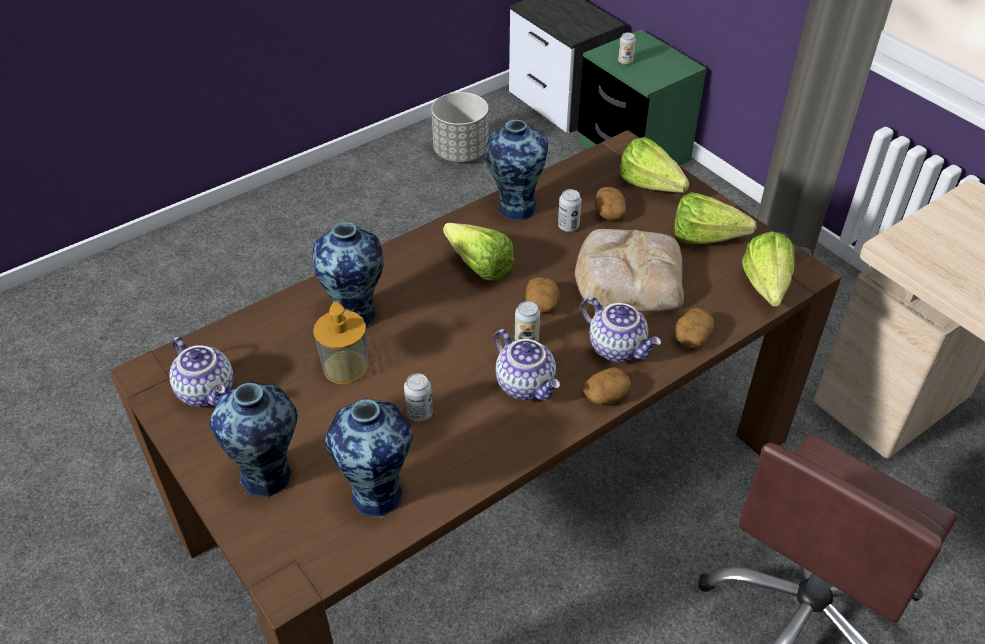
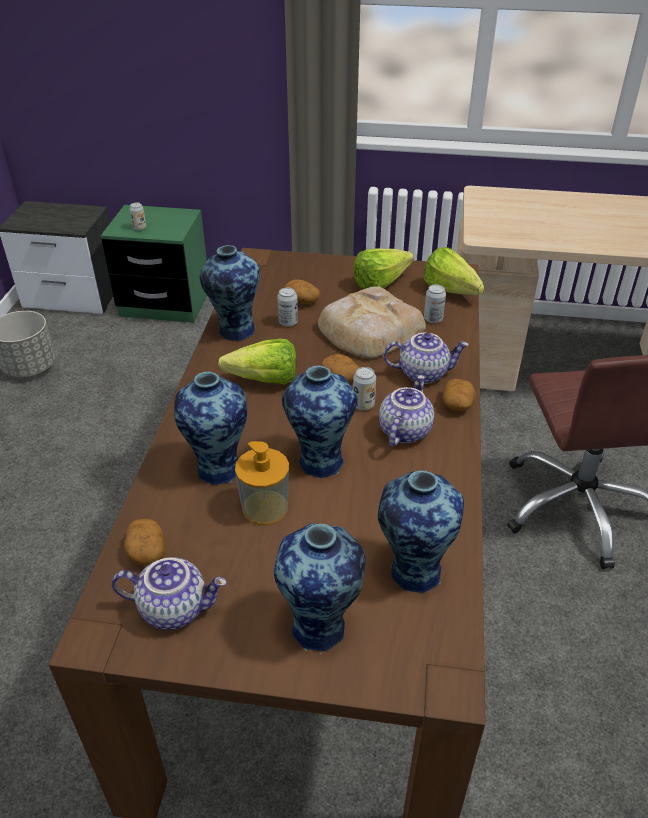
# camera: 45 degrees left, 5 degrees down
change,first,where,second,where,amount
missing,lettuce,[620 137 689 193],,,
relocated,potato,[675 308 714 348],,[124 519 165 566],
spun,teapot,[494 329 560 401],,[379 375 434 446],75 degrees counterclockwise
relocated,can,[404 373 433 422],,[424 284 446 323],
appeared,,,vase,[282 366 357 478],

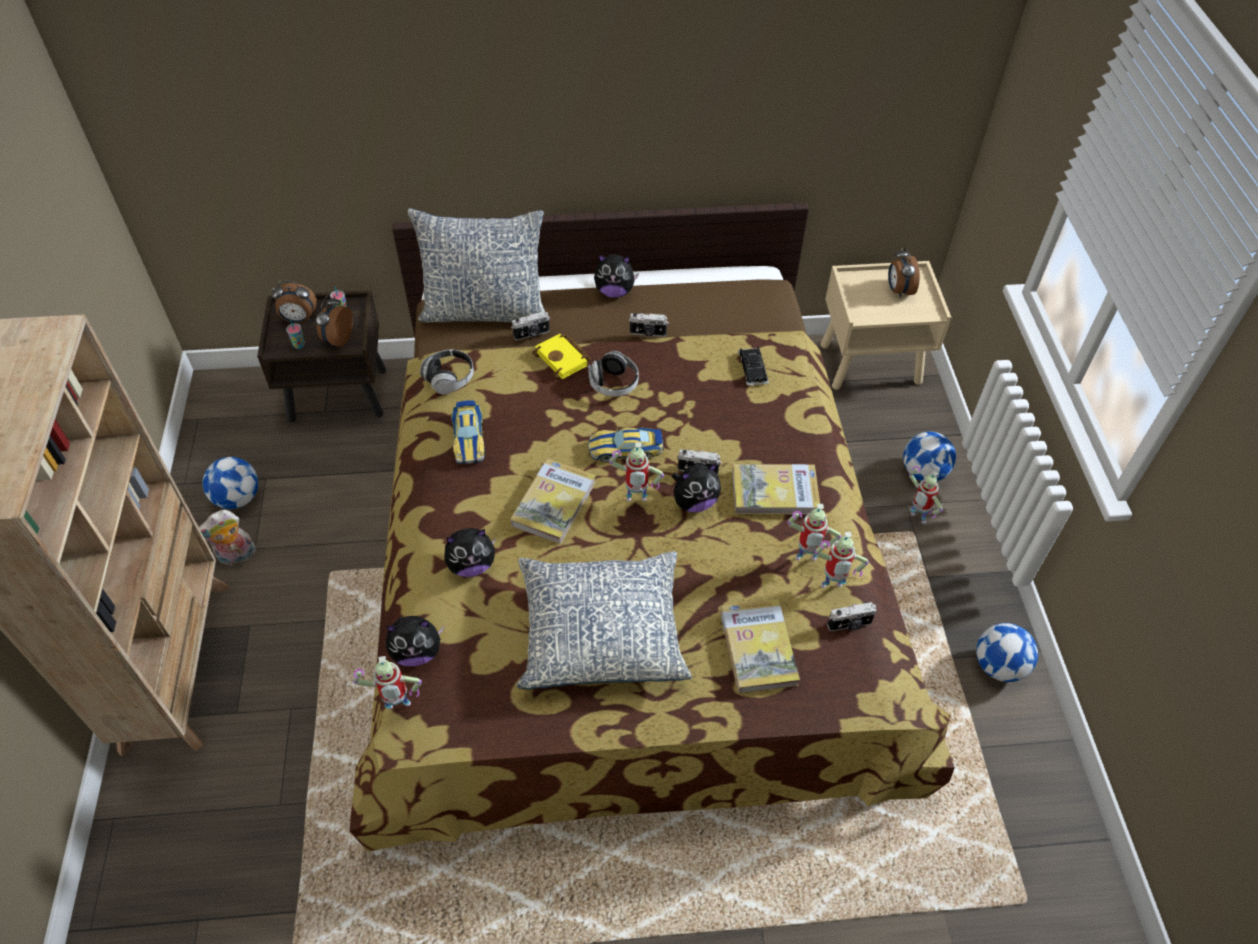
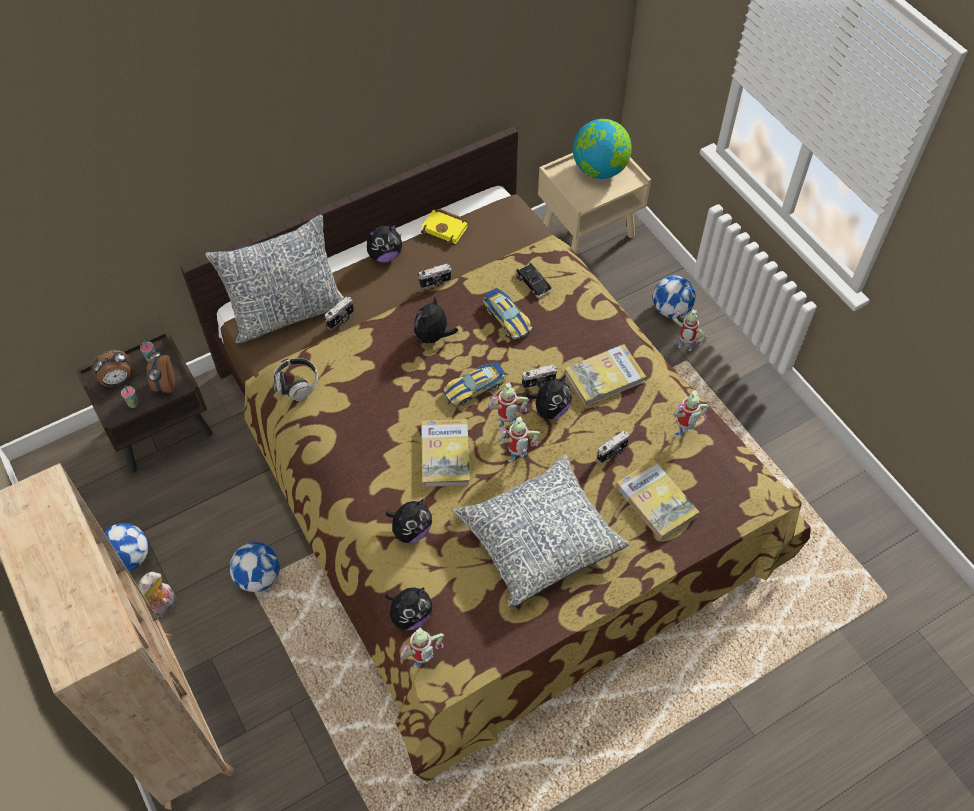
# camera: 25 degrees left, 5 degrees up
change,first,where,second,where,amount
exchanged,alarm_clock,[888 247 920 298],globe,[573 119 632 179],
relocated,yellow_book,[532 334 591 379],,[421 209 468 245],
exchanged,headphones,[588 351 639 396],plush_toy,[414 296 458 348],
relocated,toy_car,[451 401 485 464],,[483 288 532 340],
relocated,toy_robot,[787 504 842 561],,[498 416 540 462],
relocated,photo_camera,[827 602 877 631],,[597 431 629 463],
relocated,football,[976 623 1038 682],,[229 542 280 592],

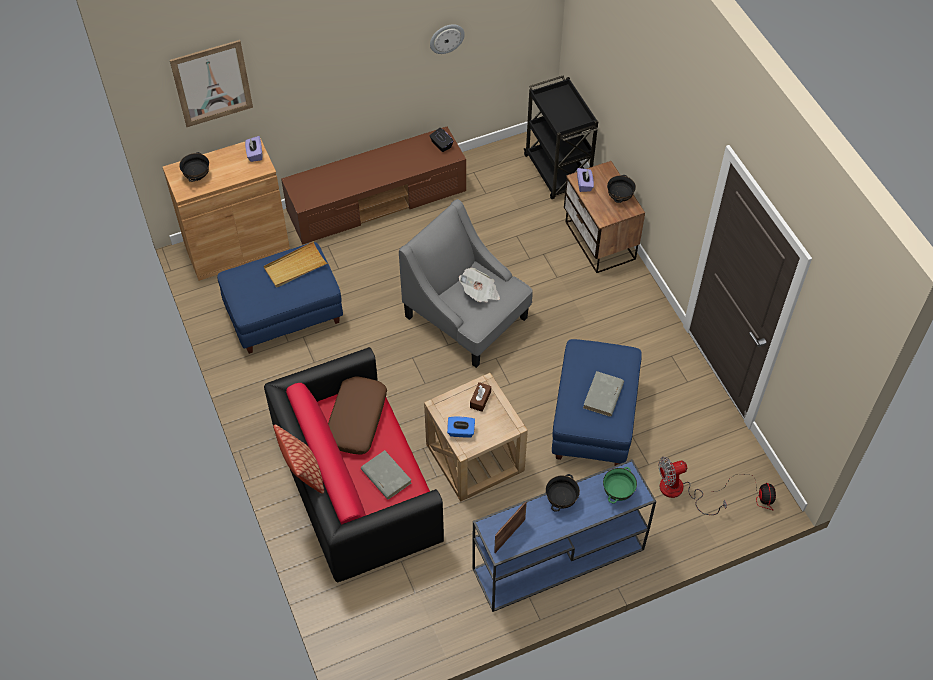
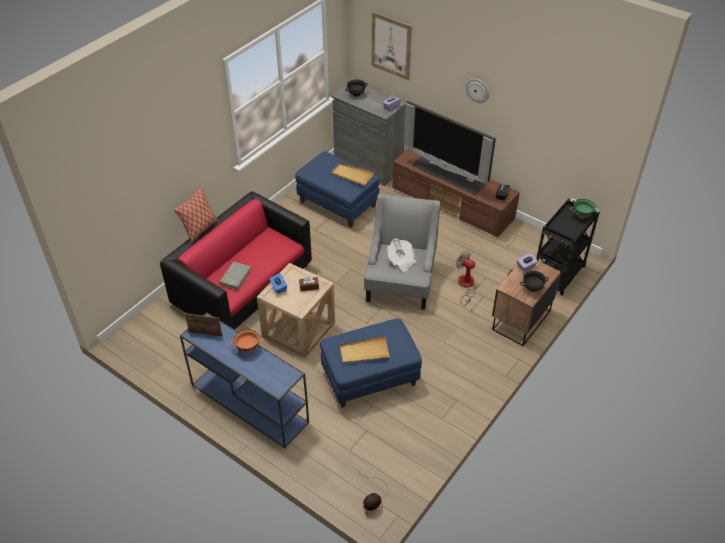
# camera: 60 degrees right, 10 degrees down
change,first,where,second,where,amount
relocated,wall_clock,[430 24 465 54],,[465 78 489 103],
colour,brown_cabinet,[163 138 290 281],grey_cabinet,[332 86 406 186],
exchanged,grey_book,[583 371 624 417],beige_tray,[339 336 390 364],
missing,brown_pillow,[328 377 387 455],,,
relocated,fan,[659 457 727 515],,[456 251 476 307],
relocated,green_bowl,[603 467 637 503],,[570 199 598 219],
colour,black_bowl,[546 474 580 512],orange_bowl,[230 329 264 353],
appeared,,,television,[404 101 496 195],

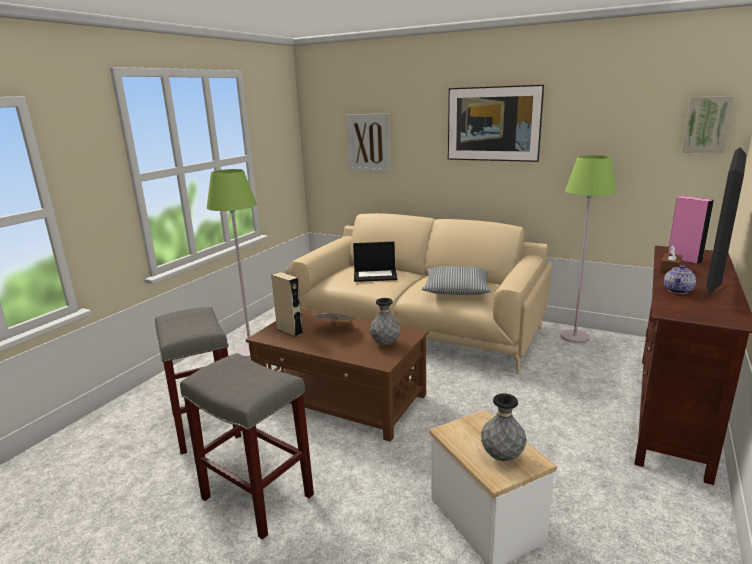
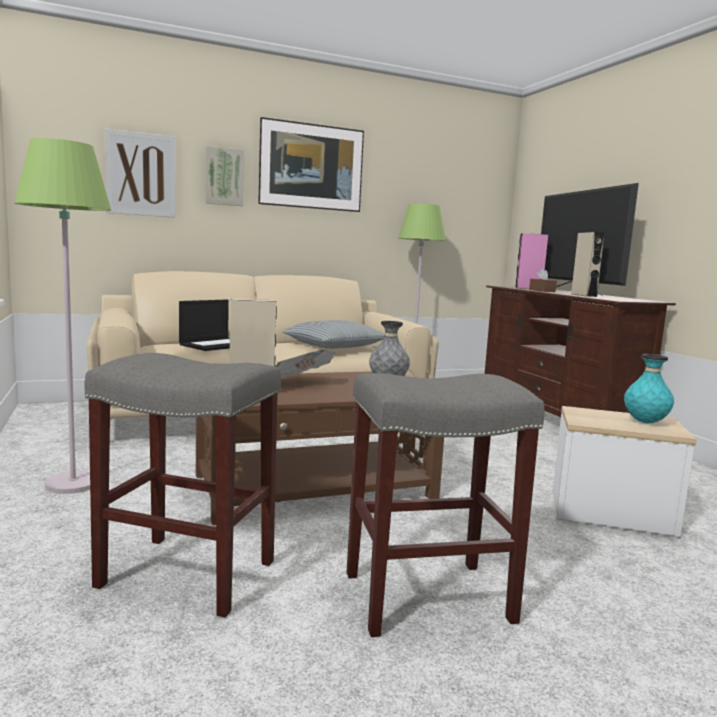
# camera: 50 degrees left, 10 degrees down
change,first,where,second,where,amount
relocated,picture,[681 96 734 153],,[206 146 244 206],
exchanged,teapot,[664 265 696 294],beige_speaker,[571 232 605 297],
colour,grey_vase,[481 393 527 461],turquoise_vase,[624 354 674 423],

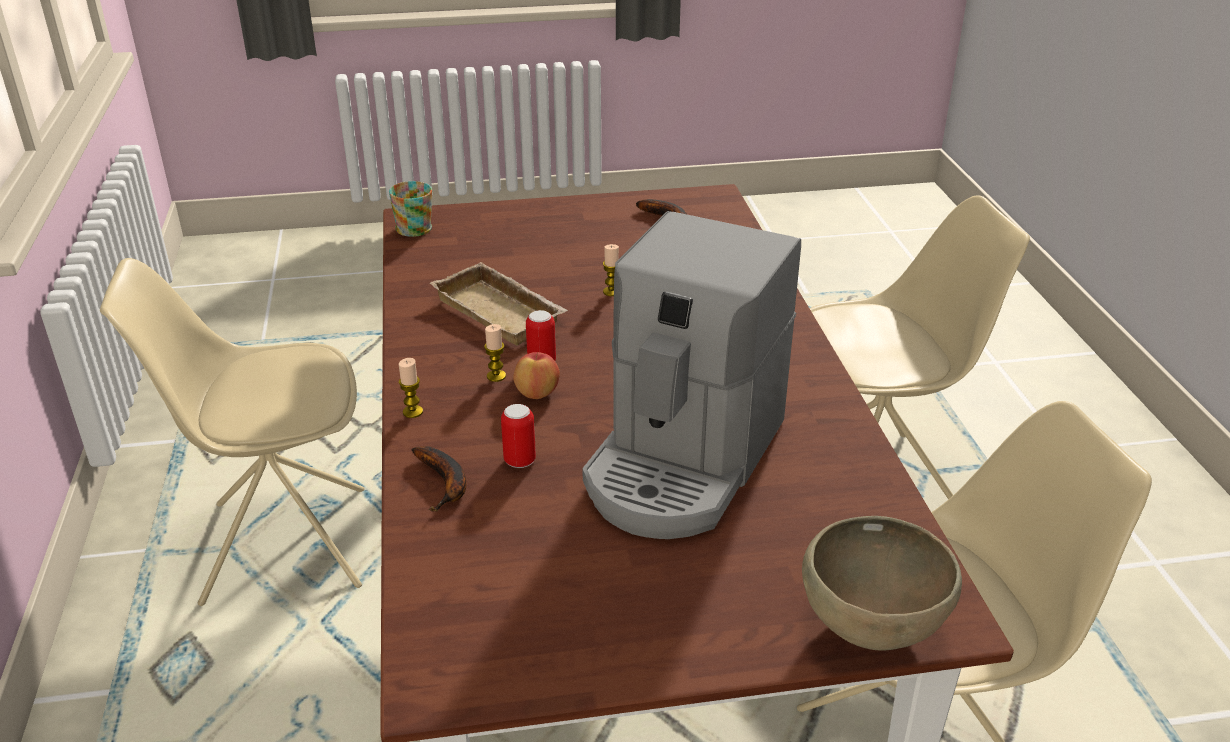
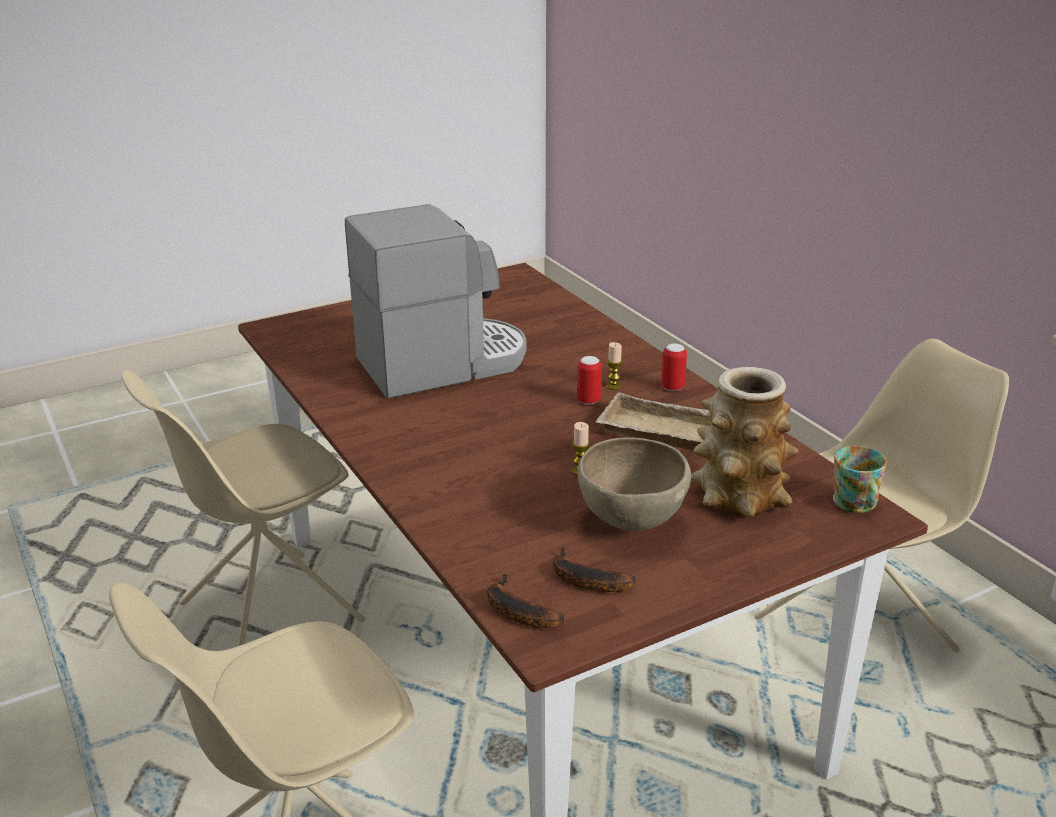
# camera: 160 degrees right, 5 degrees down
change,first,where,second,where,amount
spun,coffee_machine,[582 211 801 539],,[345 204 526 398],60 degrees clockwise
missing,apple,[513 352 560 399],,,
missing,candle,[399 358 423 418],,,
relocated,can,[501 404 536 468],,[661 344 687 391],
relocated,banana,[412 446 466 512],,[487 573 564 628],
relocated,brown_bowl,[802 516 962 651],,[577 437 691 531],
appeared,,,vase,[691 367 799 517],

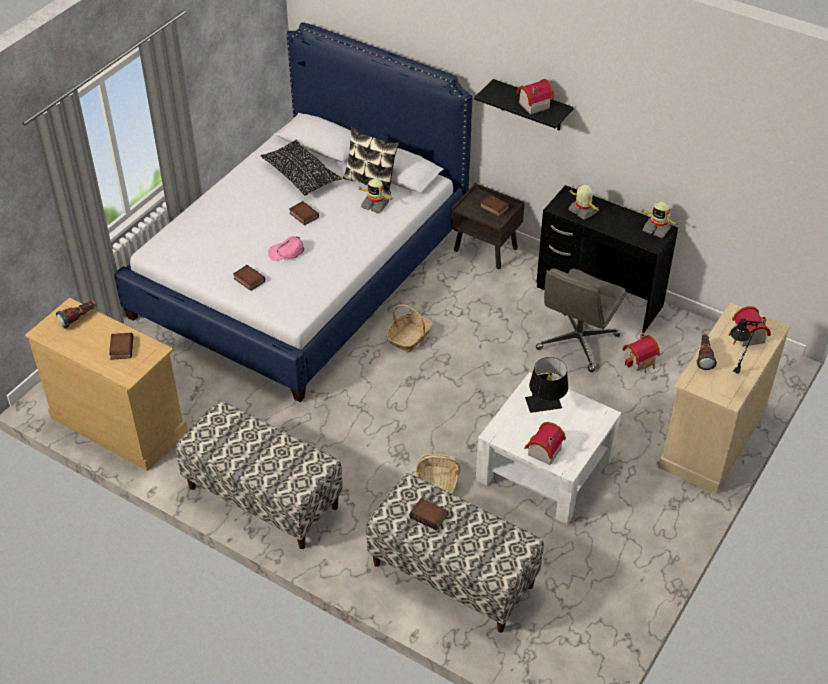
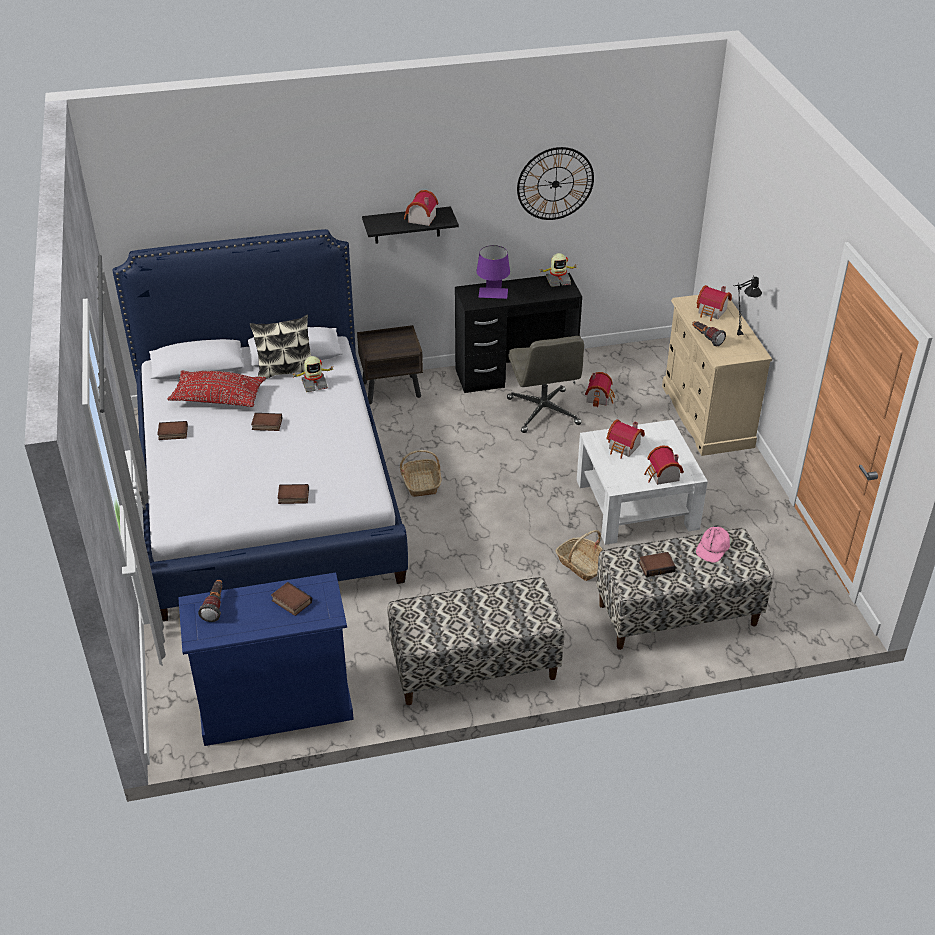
# camera: 45 degrees left, 5 degrees down
change,first,where,second,where,amount
colour,black_pillow,[260 140 342 196],red_pillow,[167 370 266 407],
exchanged,toy_robot,[568 184 599 220],purple_table_lamp,[477 245 510 299],
relocated,book,[480 194 510 217],,[157 421 188 440],
relocated,pink_cap,[268 236 304 261],,[696 525 730 563],
colour,beige_dresser,[25 298 188 471],blue_dresser,[178 572 354 746],
exchanged,black_table_lamp,[525 357 568 413],toy_house,[606 419 645 459],
appeared,,,wall_clock,[517 147 594 220],

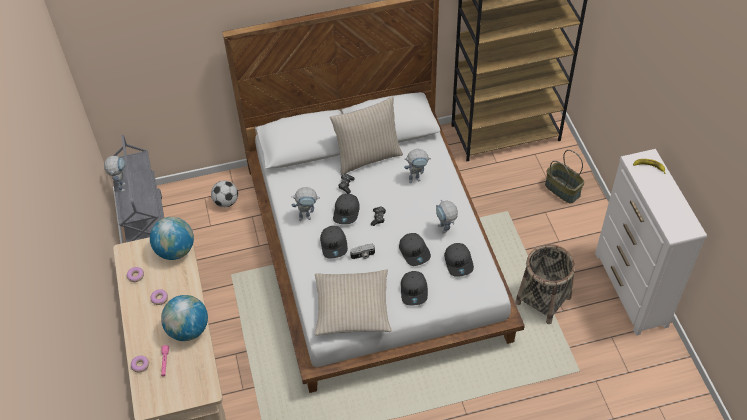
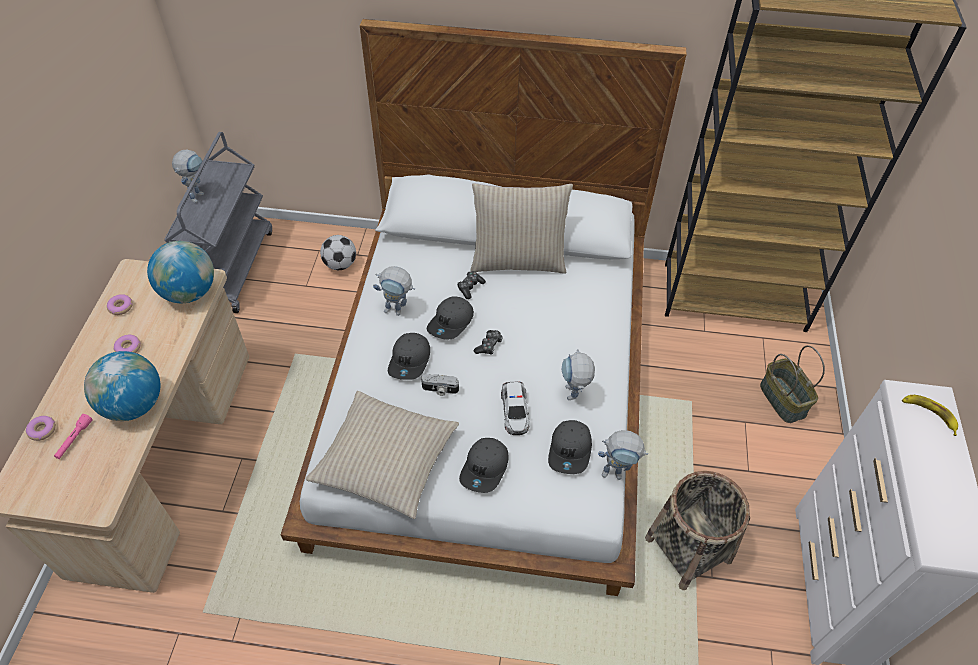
# camera: 20 degrees right, 0 degrees up
change,first,where,second,where,amount
relocated,toy_robot,[404 149 431 183],,[598 430 648 480],
exchanged,grey_cap,[399 233 431 266],toy_car,[501 382 530 435],

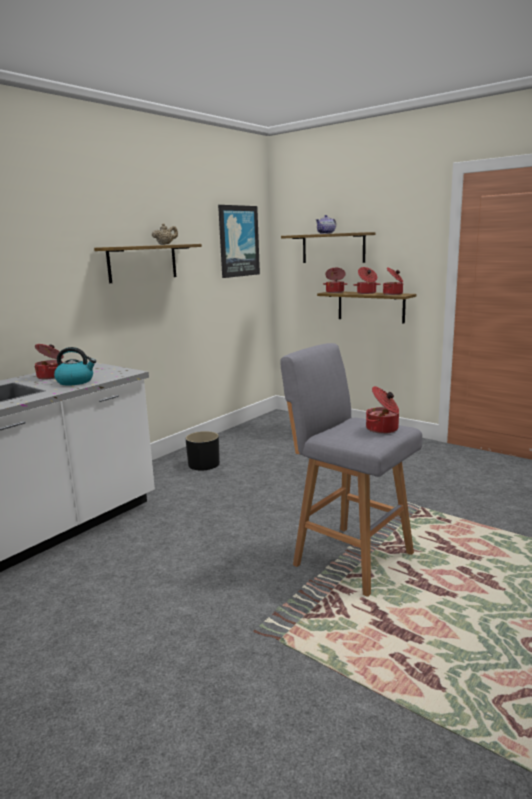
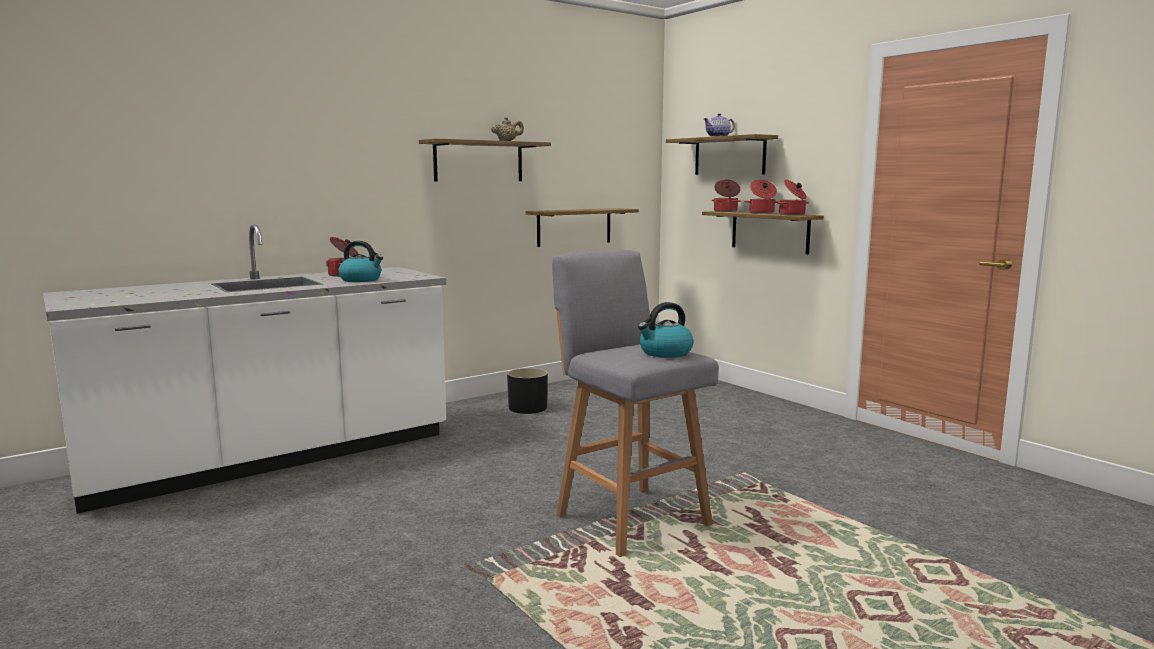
# camera: 15 degrees right, 5 degrees down
change,first,where,second,where,amount
missing,picture,[218 205 260 278],,,
exchanged,cooking_pot,[366 386 399 434],kettle,[638 302 694 358],
appeared,,,shelf,[525 208 639 247],

